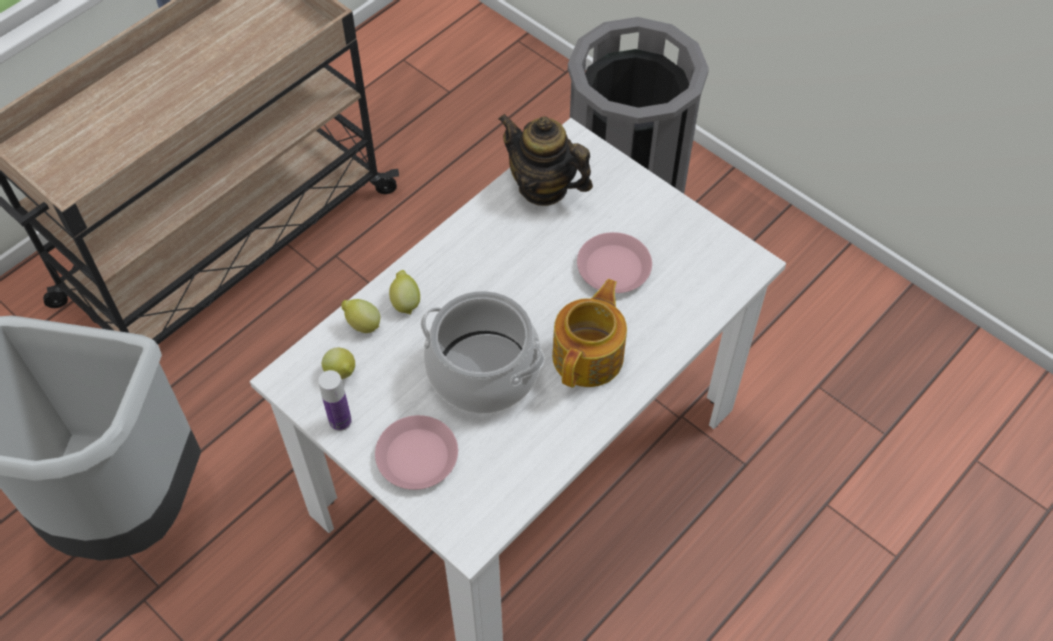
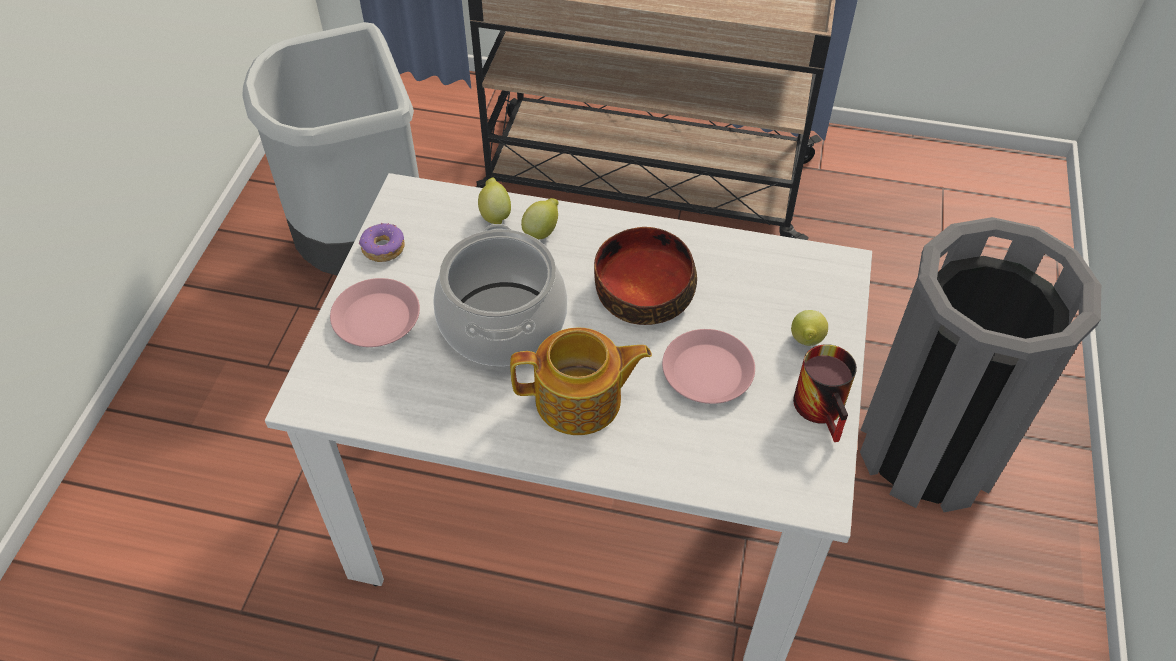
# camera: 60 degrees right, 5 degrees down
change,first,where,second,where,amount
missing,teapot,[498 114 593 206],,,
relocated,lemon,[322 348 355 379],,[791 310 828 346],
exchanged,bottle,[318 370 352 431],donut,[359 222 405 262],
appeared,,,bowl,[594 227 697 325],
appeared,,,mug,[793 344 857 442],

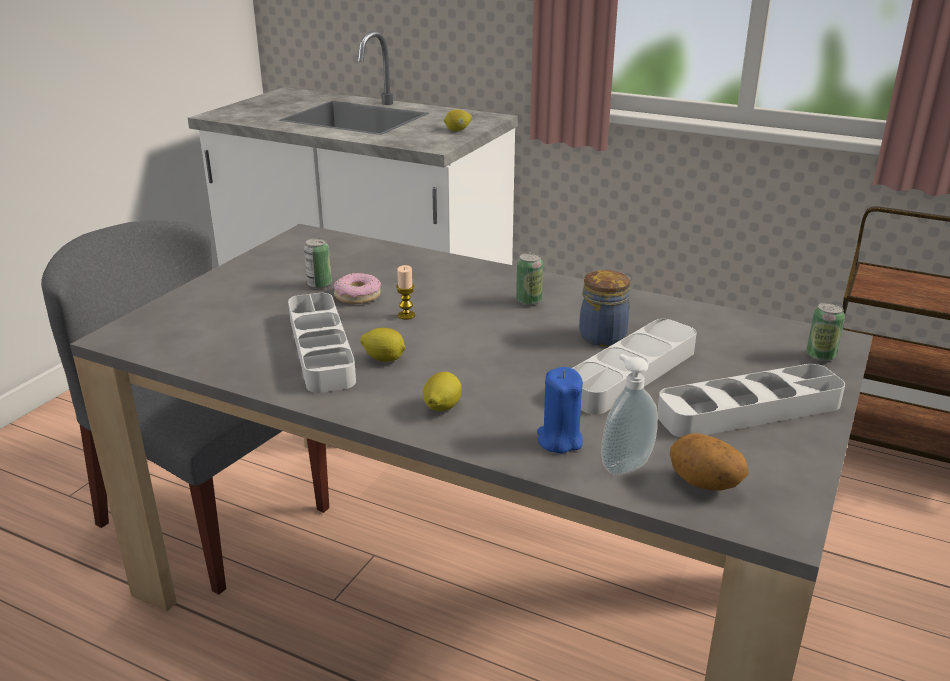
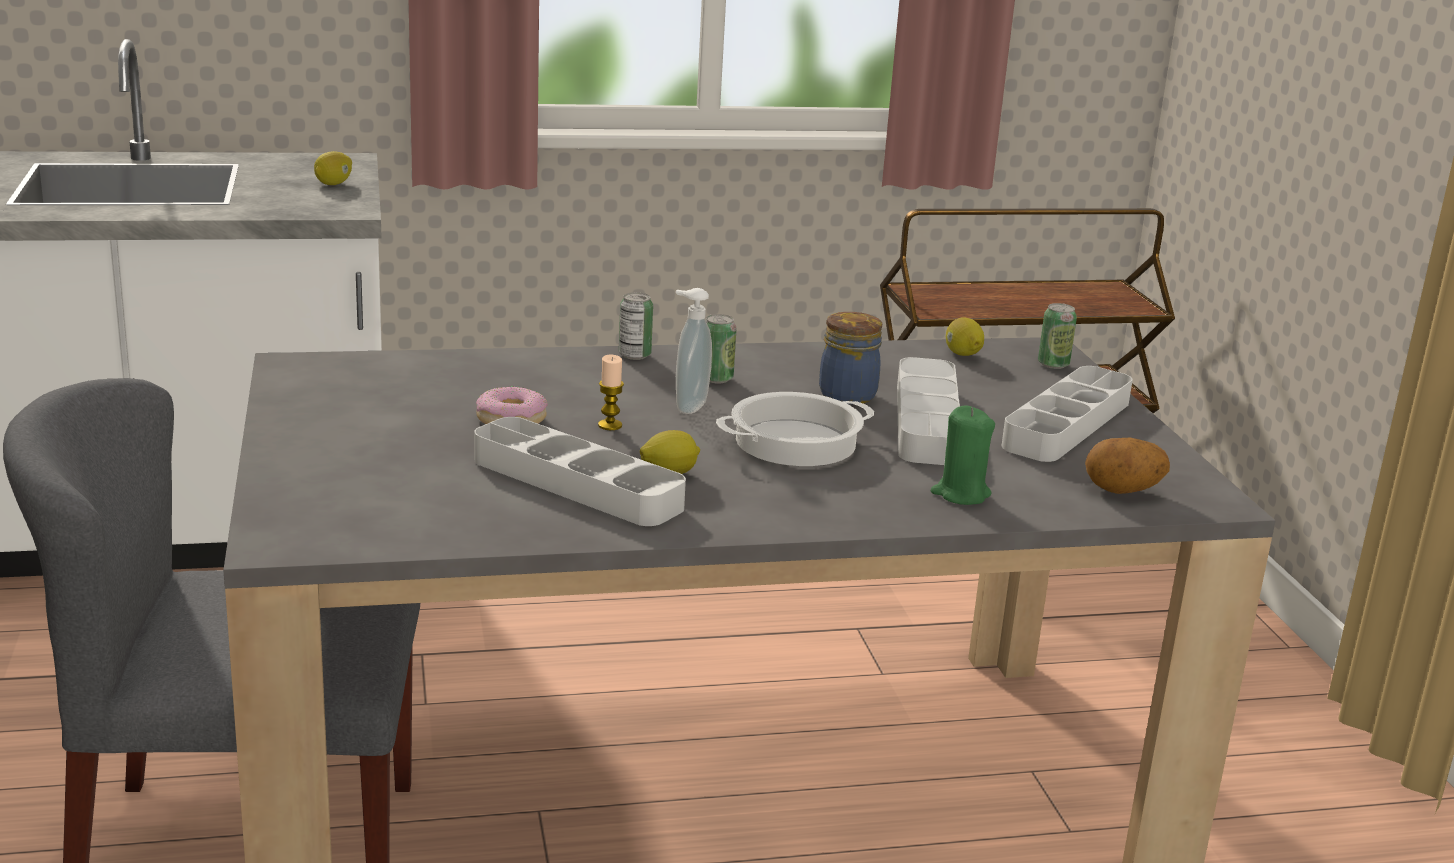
# camera: 40 degrees left, 5 degrees down
change,first,where,second,where,amount
relocated,can,[304 238 332 289],,[619 292 653 360],
relocated,soap_dispenser,[601 354 658 475],,[676 288 712 414],
colour,blue_candle,[537 367 583 453],green_candle,[931 405 995 505],
relocated,lemon,[423 372 461 411],,[946 317 984 356],
appeared,,,cooking_pot,[716 392 875 466],

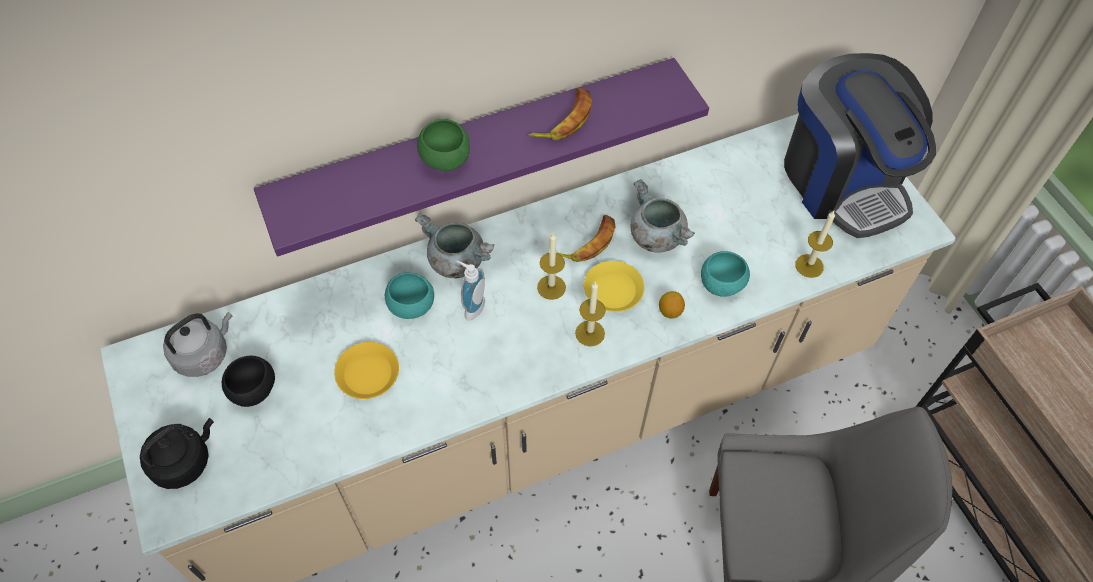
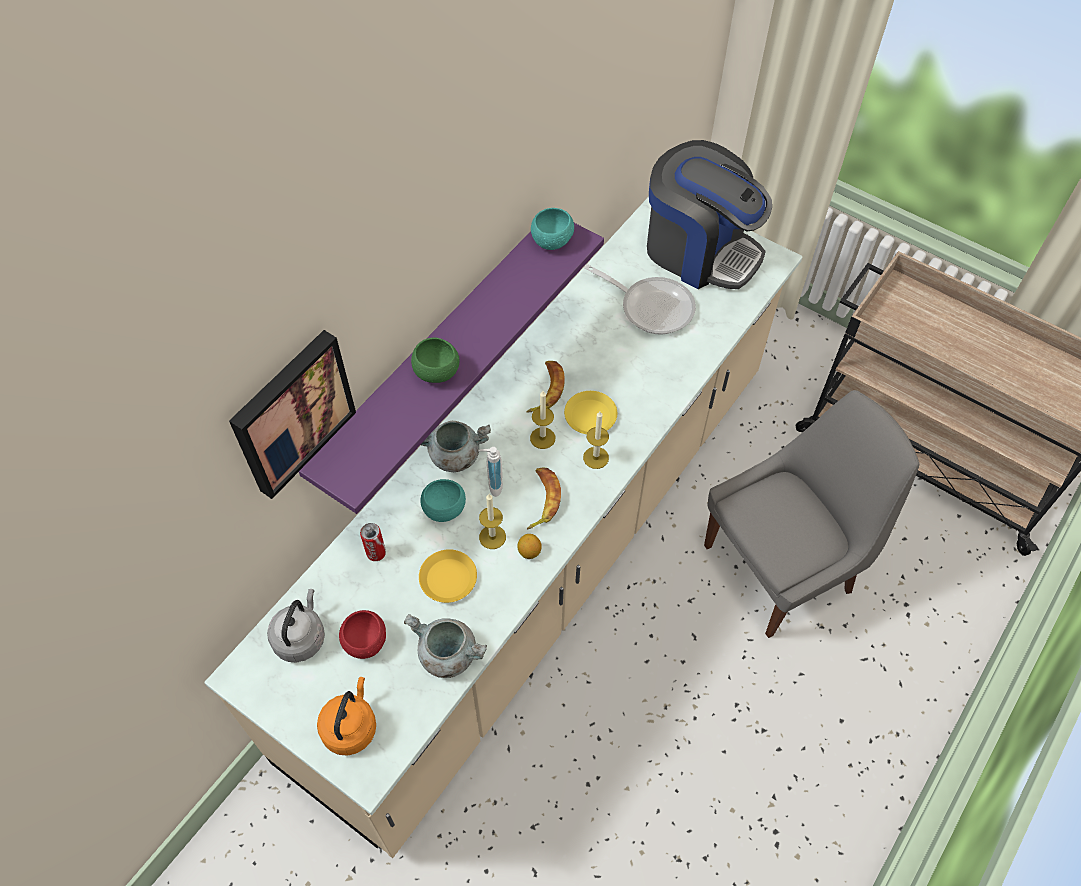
# camera: 30 degrees left, 0 degrees up
change,first,where,second,where,amount
relocated,banana,[528 88 592 140],,[527 468 561 530],
relocated,grey_cooking_pot,[631 179 695 253],,[404 614 487 678],
relocated,candle,[795 211 835 278],,[479 494 506 549],
relocated,turquoise_bowl,[701 251 750 297],,[531 208 574 250],
relocated,lemon,[659 291 685 318],,[517 534 542 559],
colour,black_bowl,[222 356 275 407],red_bowl,[339 610 386 659],
colour,black_kettle,[140 418 214 489],orange_kettle,[317 677 376 755],
appeared,,,frying_pan,[584 264 696 335],
appeared,,,picture,[229 330 356 499],
appeared,,,can,[360 523 386 561],

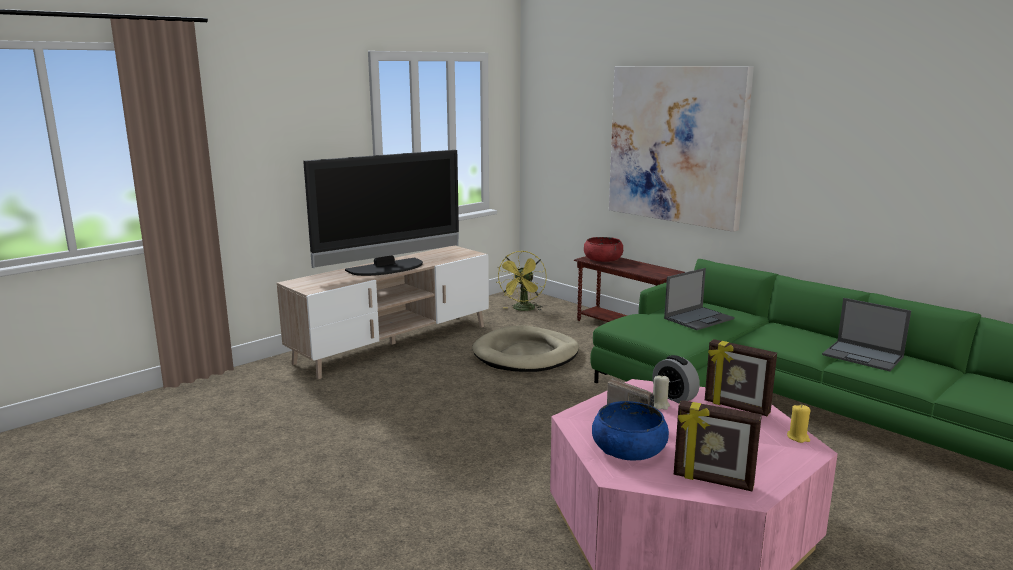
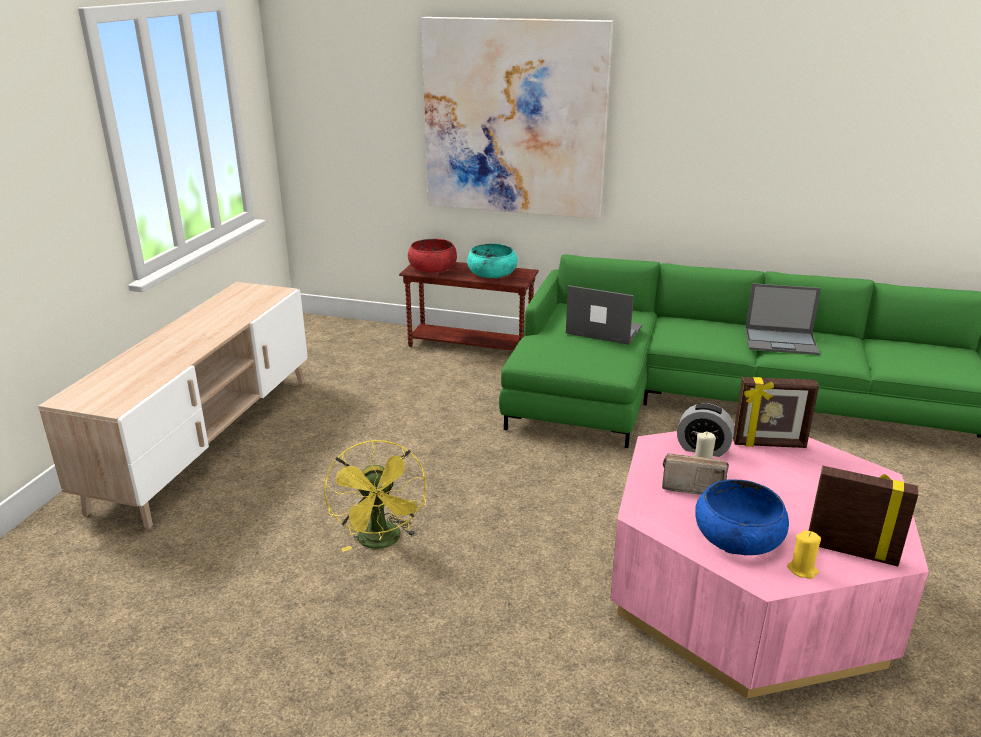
# camera: 30 degrees left, 10 degrees up
change,first,where,second,where,amount
missing,television,[303 150 459 276],,,
relocated,yellow_fan,[497 251 547 311],,[324 440 426 552],
spun,laptop,[664 268 735 330],,[566 285 642 345],90 degrees counterclockwise
missing,beige_dog_bed,[472 325 579 372],,,
spun,picture_frame,[674 400 762 491],,[809 466 919 566],150 degrees counterclockwise
relocated,yellow_candle,[787 404 811 443],,[787 530 821 579],
appeared,,,turquoise_bowl,[467 244 518 278],

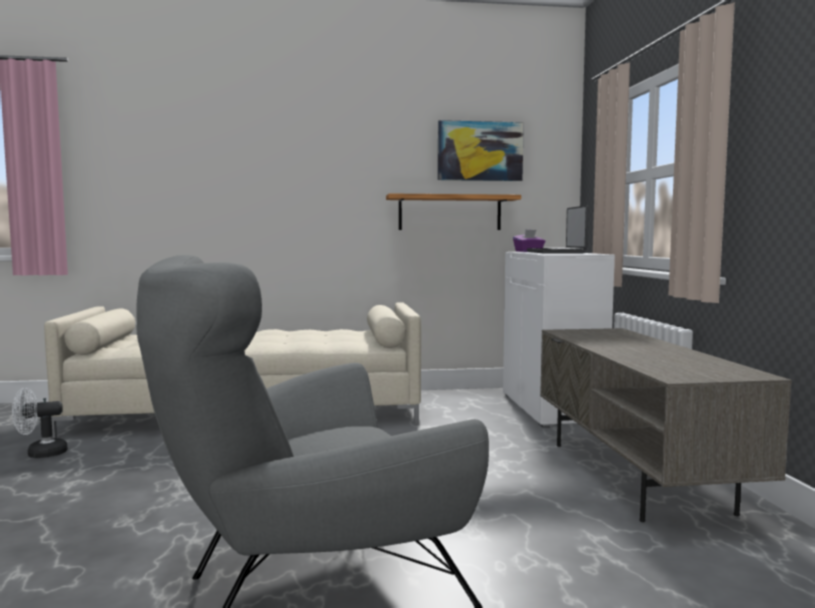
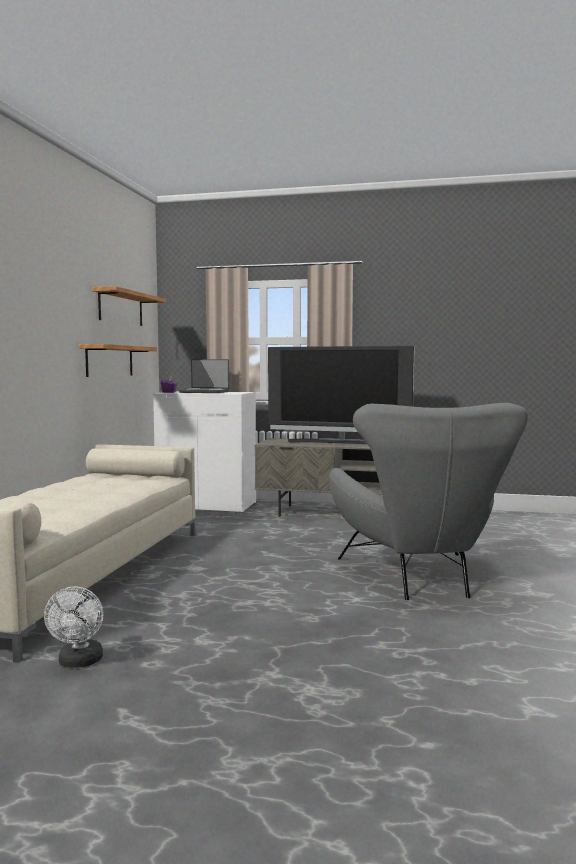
# camera: 70 degrees left, 0 degrees up
change,first,where,second,where,amount
exchanged,picture,[438 120 524 181],shelf,[92 286 166 326],
appeared,,,television,[268 346 415 444],

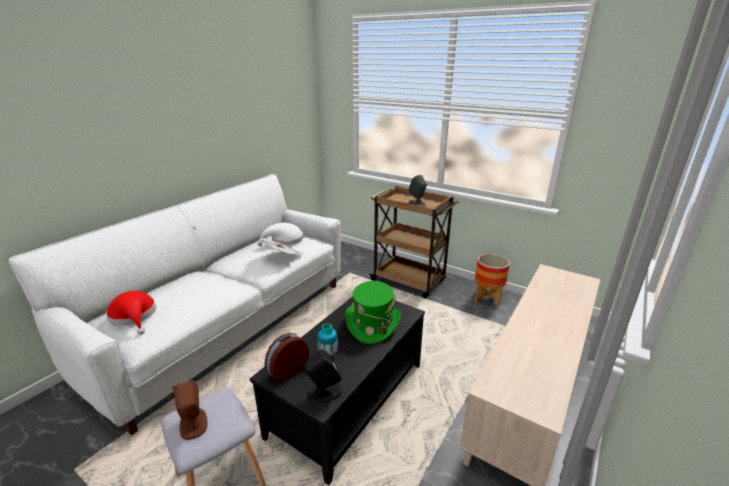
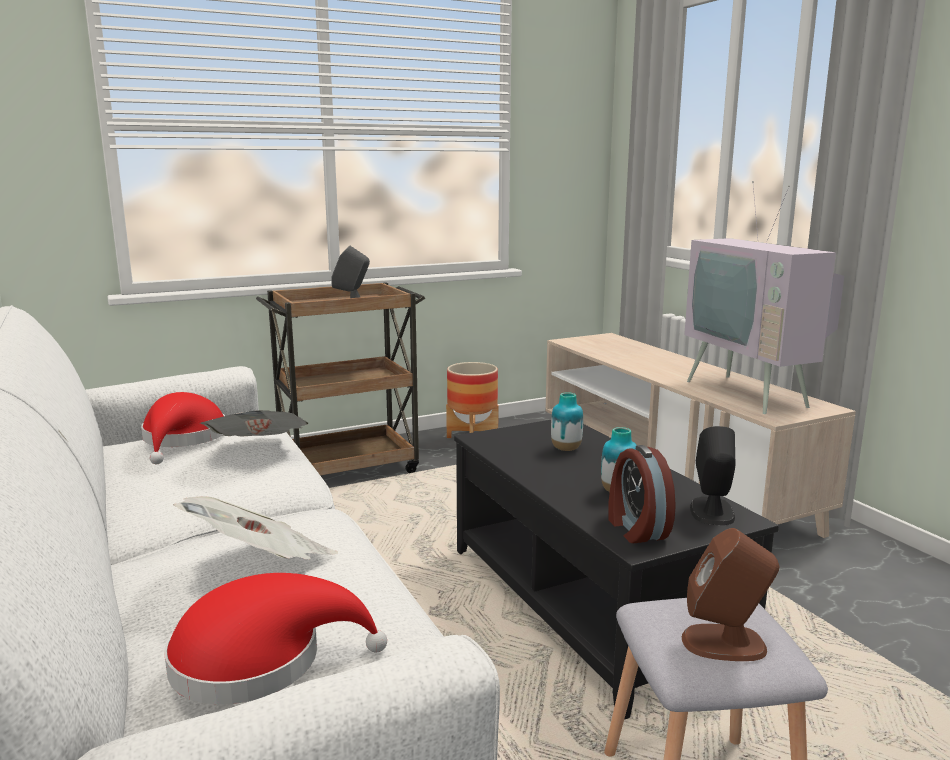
# camera: 60 degrees left, 10 degrees down
change,first,where,second,where,amount
colour,white_hat,[258 223 303 246],red_hat,[141 392 225 464],
exchanged,green_hat,[345 281 401 344],vase,[551 392 583 451],
appeared,,,television,[684 181 844 414],
appeared,,,newspaper,[173 496 338 559],

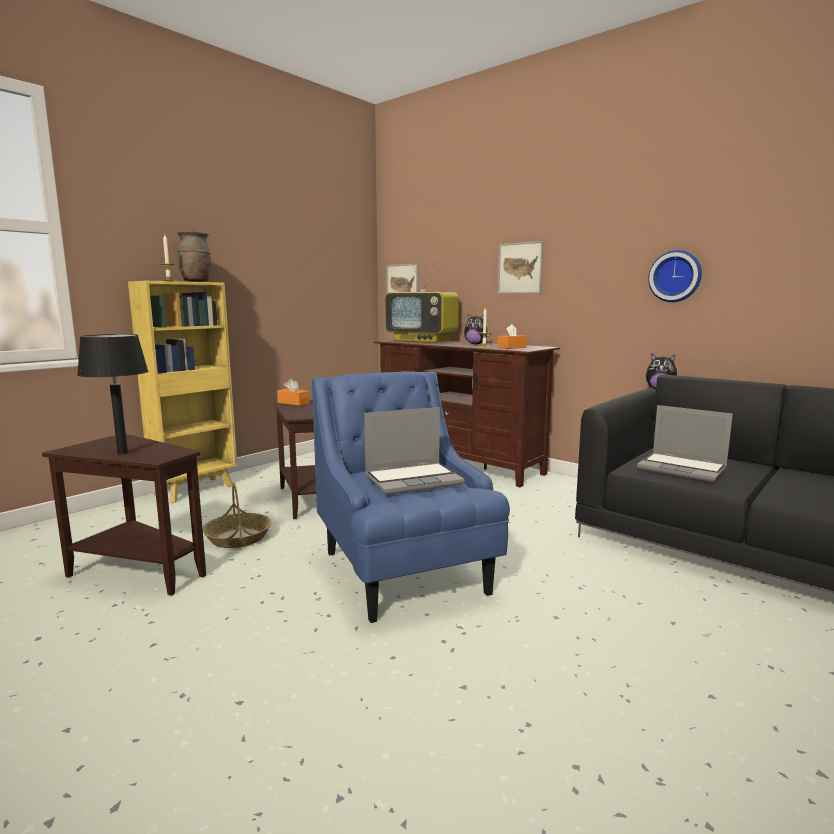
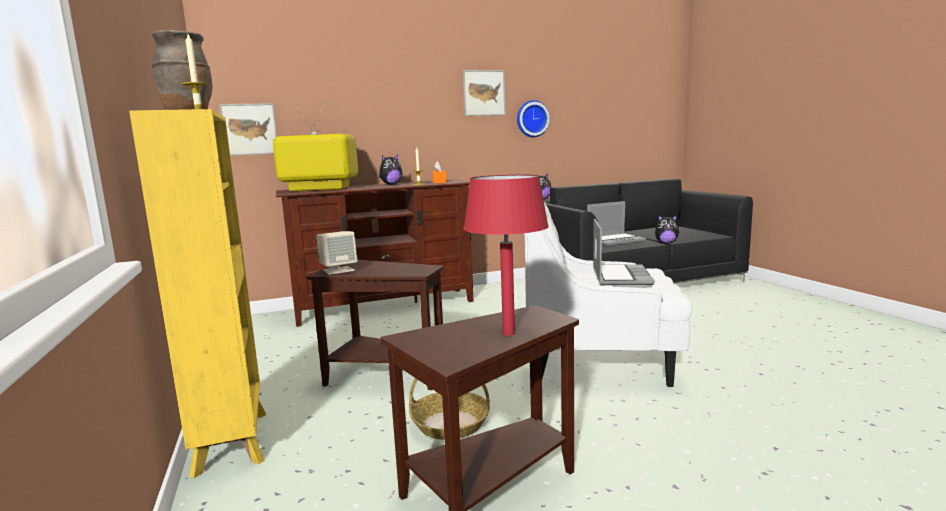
# camera: 60 degrees left, 0 degrees up
change,first,where,second,where,amount
relocated,picture,[498 241 544 294],,[463 70 506 116],
spun,television,[385 263 459 343],,[273 101 358 191],150 degrees counterclockwise
colour,black_table_lamp,[77 334 148 454],red_table_lamp,[464 174 549 336],
colour,blue_armchair,[312 371 510 623],white_armchair,[524 203 692 387],
exchanged,orange_tissue_box,[277 379 309 406],beige_speaker,[316 231 358 275],
appeared,,,plush_toy,[655 215 679 244],

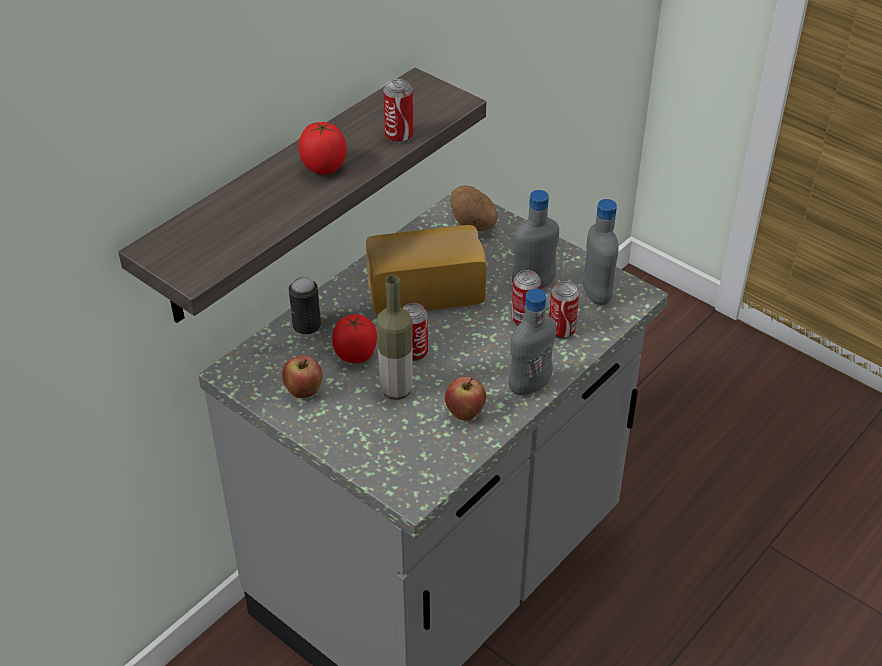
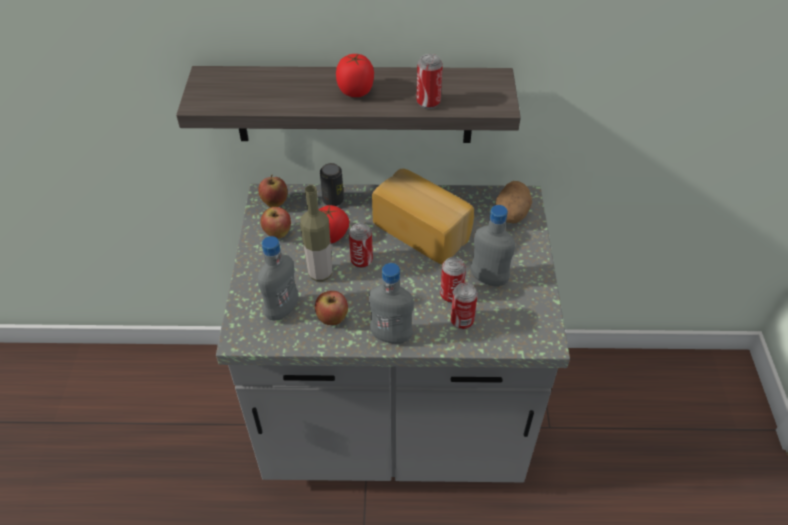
# camera: 50 degrees right, 5 degrees up
change,first,where,second,where,amount
relocated,grey_bottle,[583 199 619 305],,[258 236 299 320],
appeared,,,apple,[258 175 288 207],

